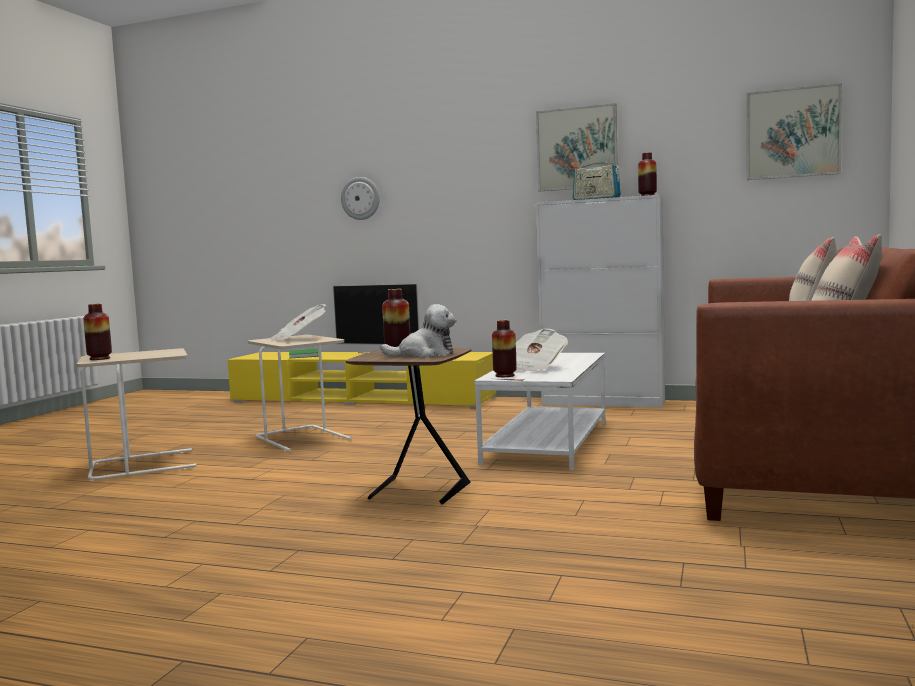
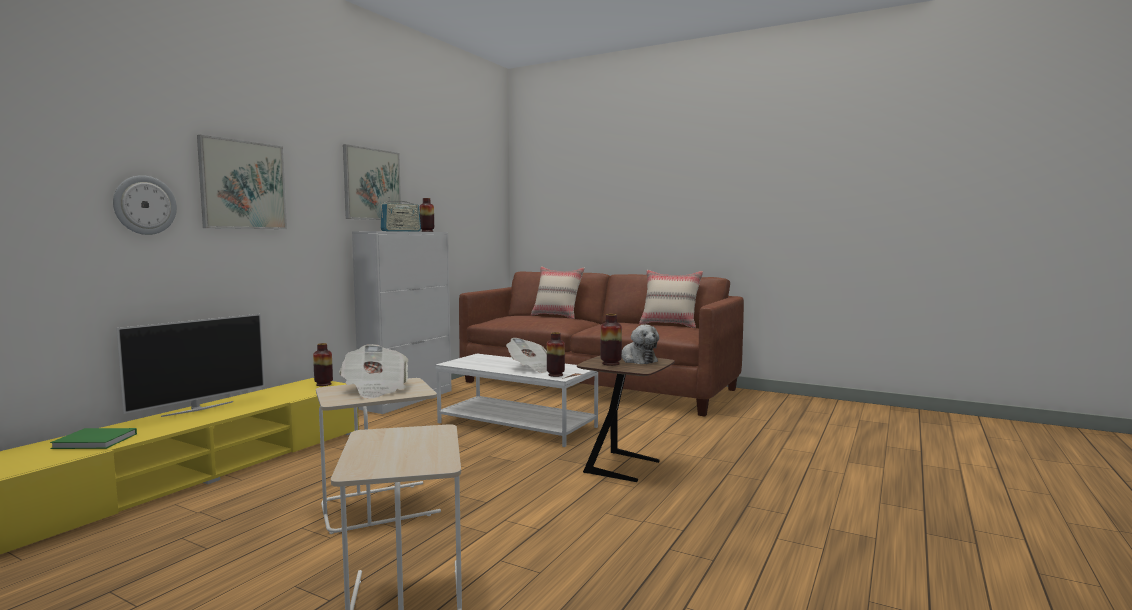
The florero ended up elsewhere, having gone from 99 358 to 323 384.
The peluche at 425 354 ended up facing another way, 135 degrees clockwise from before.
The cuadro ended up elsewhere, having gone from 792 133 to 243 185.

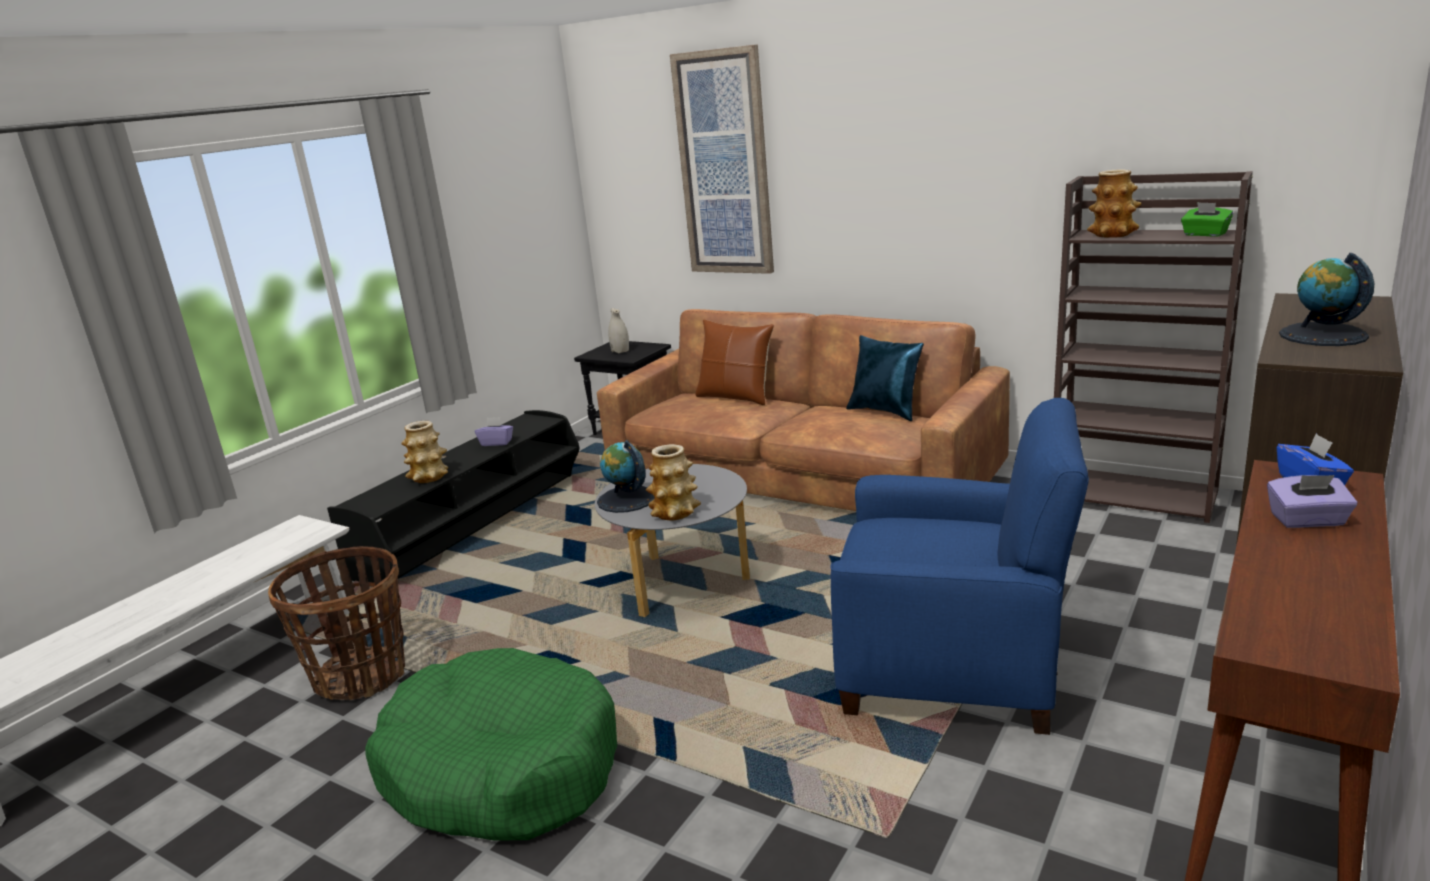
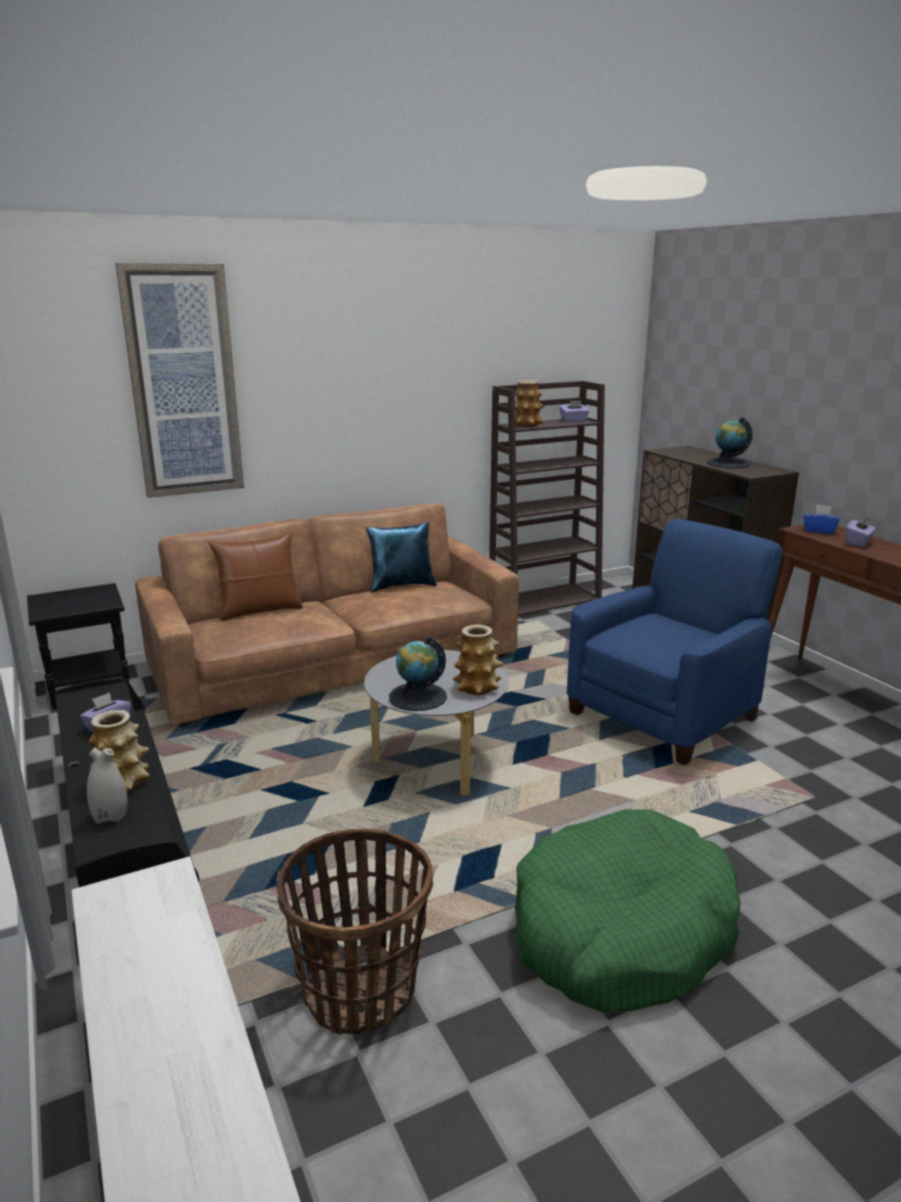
The florero/blanco ended up elsewhere, having gone from 620 351 to 110 816.
What was the caja de pañuelos/verde at 1205 234 turned into the caja de pañuelos/morado at 573 421.

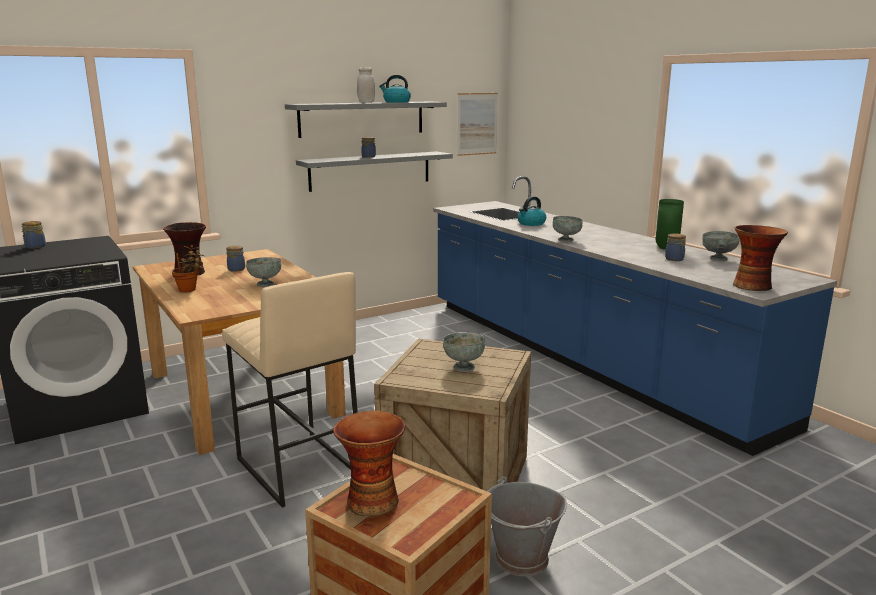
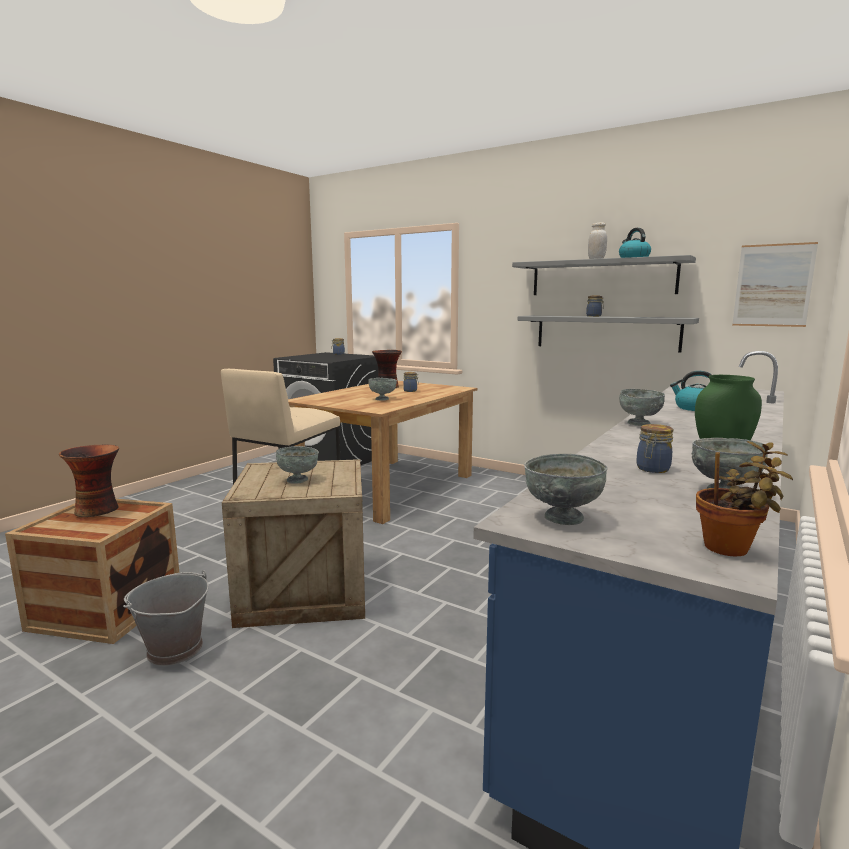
The planta en maceta ended up elsewhere, having gone from 189 289 to 731 549.
Where the florero stood at 753 286, the cuenco/gris came to stand at 562 518.

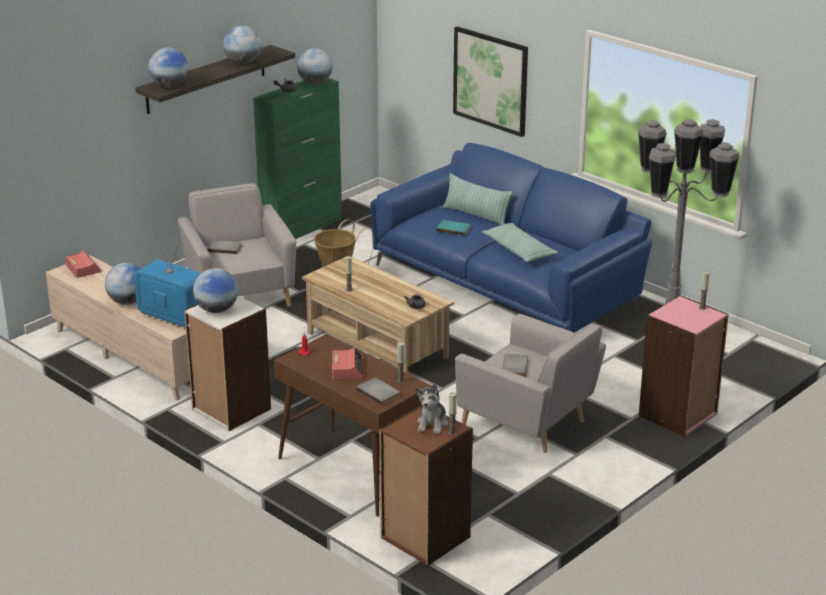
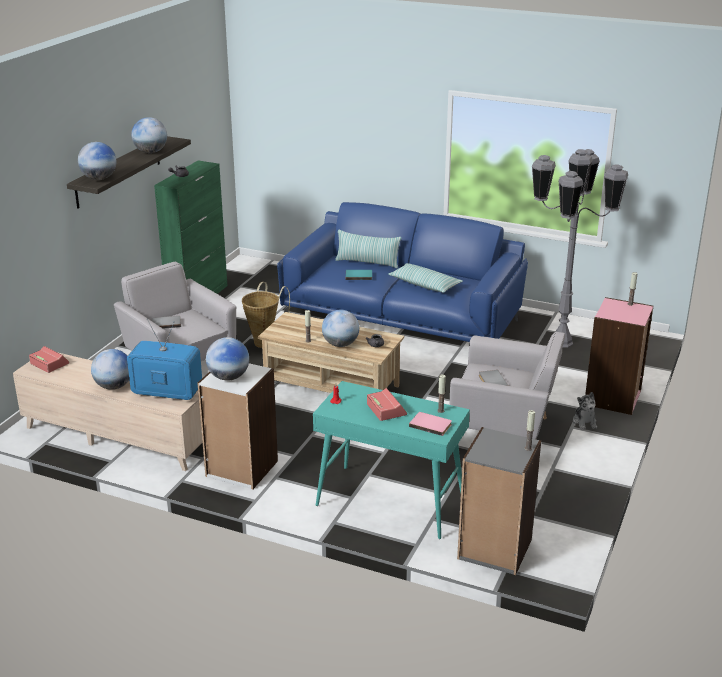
What was the mesa consola/marrón at 353 470 turned into the mesa consola/turquesa at 389 502.
The globo terráqueo ended up elsewhere, having gone from 315 83 to 340 344.
What was the libro/gris at 379 392 turned into the libro/rosa at 431 424.
What was the estantería/marrón at 424 538 turned into the estantería/gris at 494 549.
The peluche ended up elsewhere, having gone from 432 423 to 584 422.
The second view lost the cuadro at 490 80.

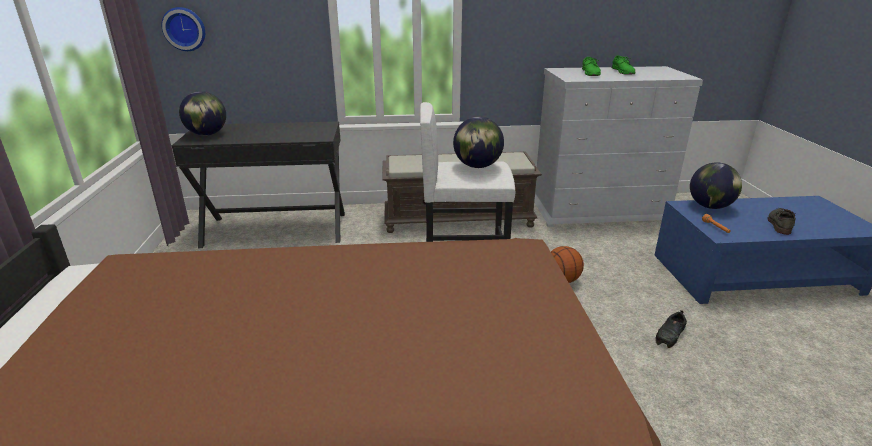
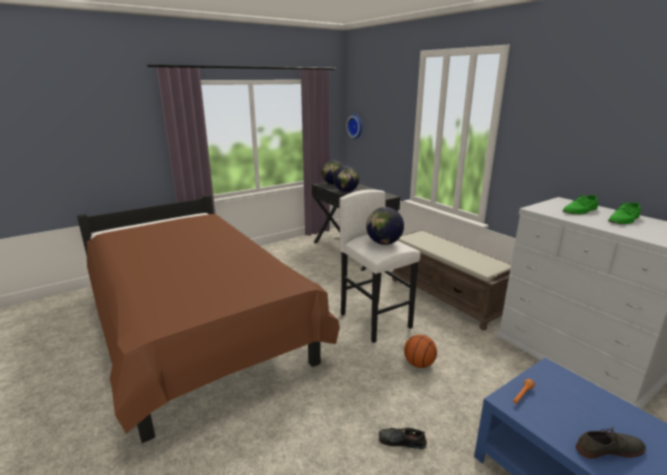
The globo terráqueo ended up elsewhere, having gone from 710 206 to 346 191.

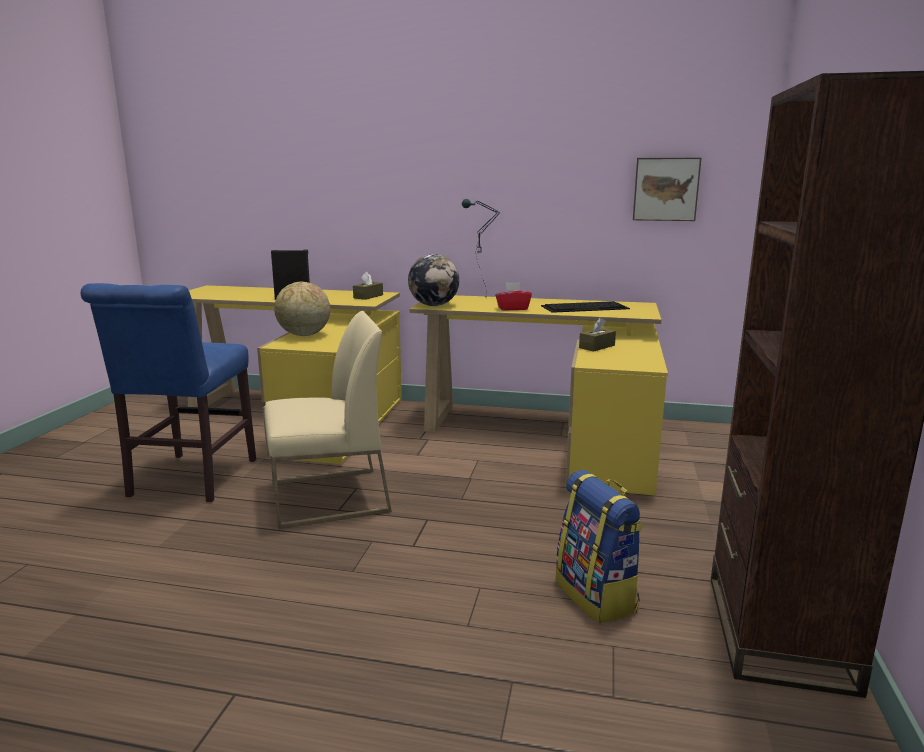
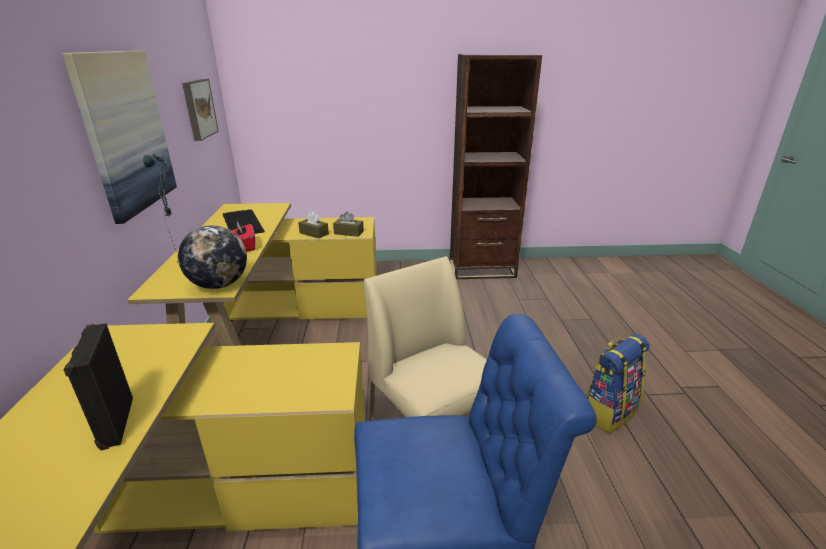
The second view lost the globo terráqueo at 304 335.
The caja de pañuelos/marrón ended up elsewhere, having gone from 368 296 to 348 232.
The mochila ended up elsewhere, having gone from 597 595 to 608 411.
The second view gained the cuadro at 125 133.

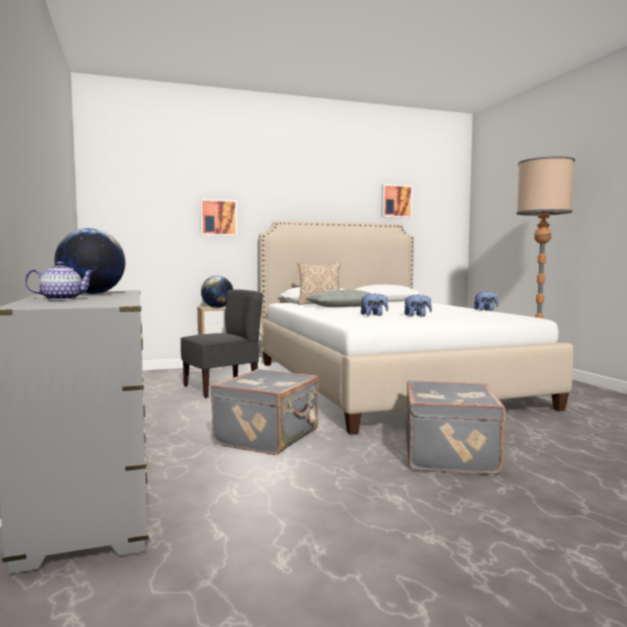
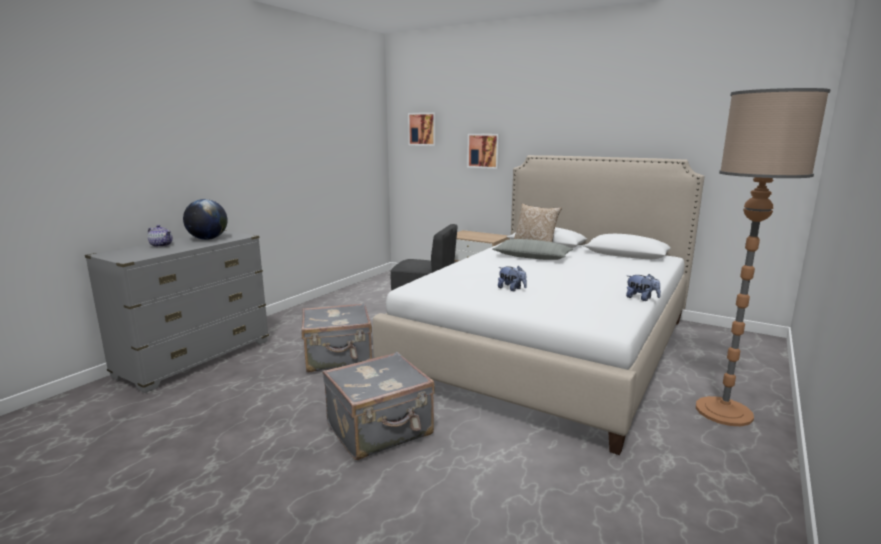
The second view lost the globo terráqueo at 217 307.
The second view lost the peluche at 374 315.
The cuadro ended up elsewhere, having gone from 396 201 to 423 129.

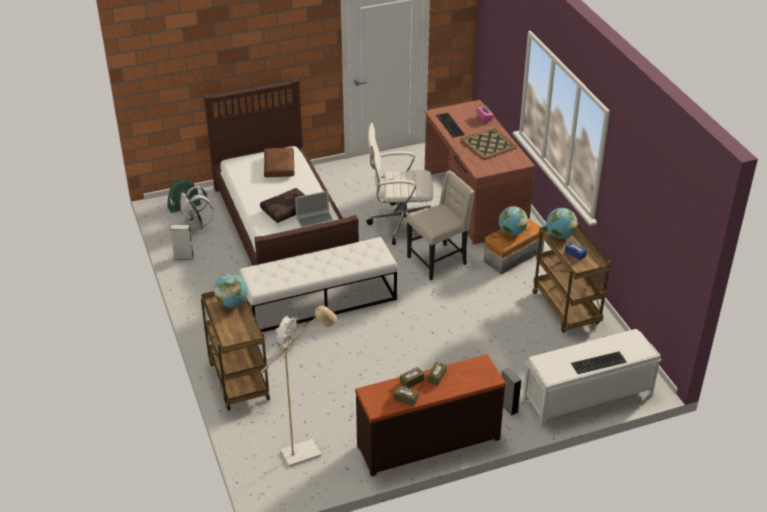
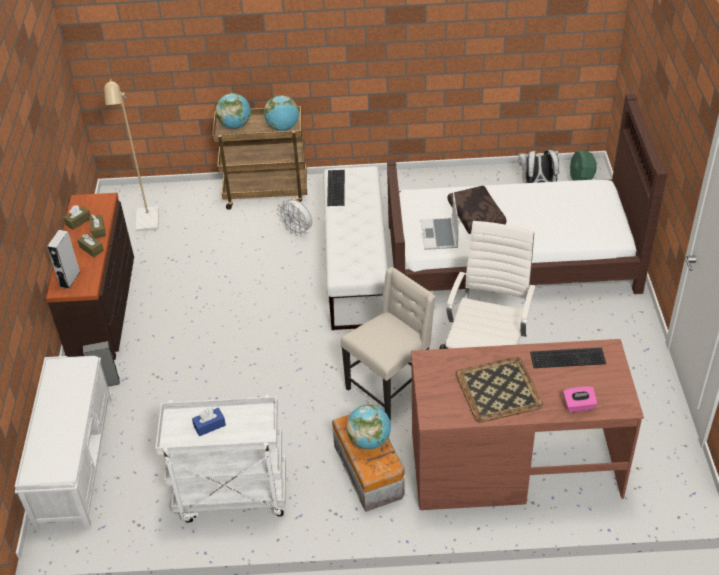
The altavoz/gris ended up elsewhere, having gone from 184 257 to 70 279.
The second view lost the cojín/marrón at 278 167.
The silla/beis at 438 261 ended up facing another way, 120 degrees counterclockwise from before.
What was the carrito/marrón at 567 309 turned into the carrito/blanco at 231 497.
The globo terráqueo ended up elsewhere, having gone from 559 235 to 235 125.
The teclado ended up elsewhere, having gone from 598 363 to 335 187.

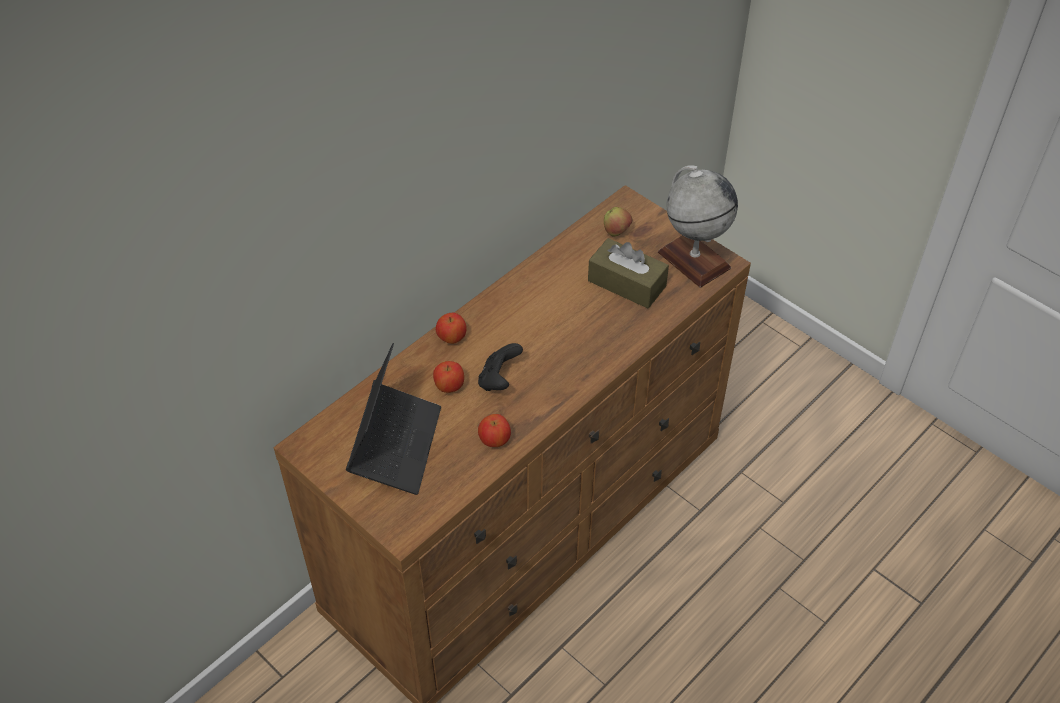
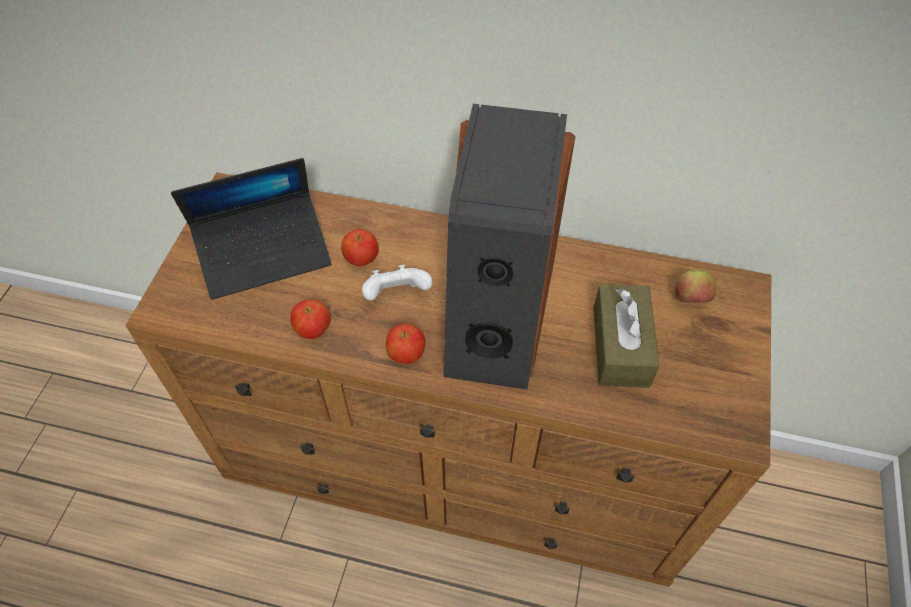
The manzana ended up elsewhere, having gone from 451 338 to 406 354.
What was the mando de consola/negro at 499 380 turned into the mando de consola/blanco at 397 295.
The second view lost the globo terráqueo at 693 260.
The second view gained the altavoz at 497 314.

